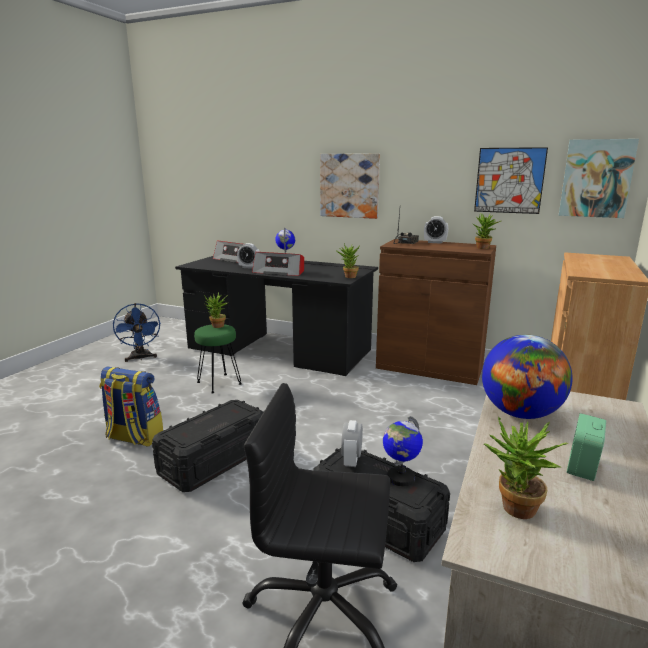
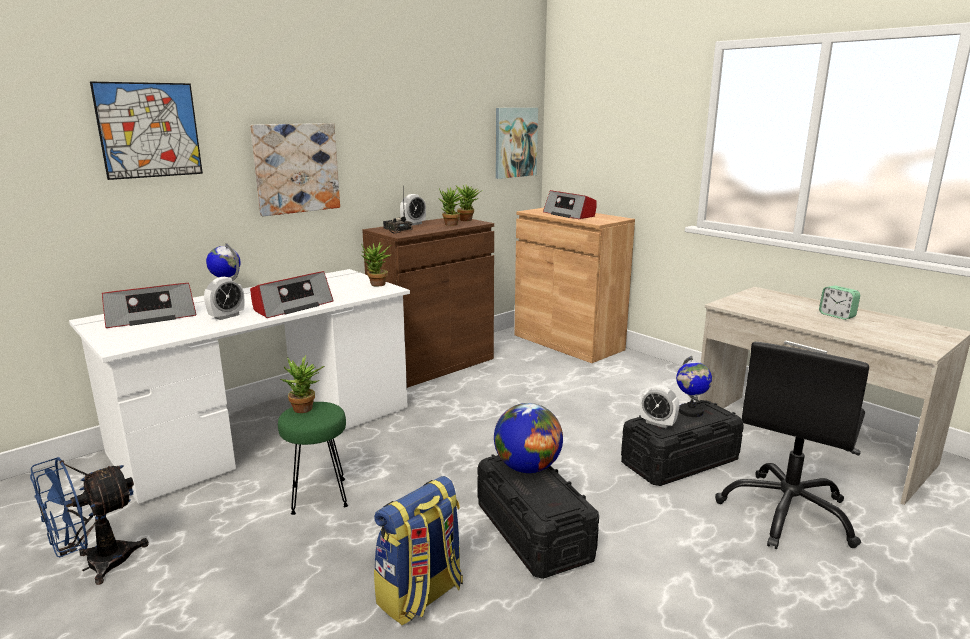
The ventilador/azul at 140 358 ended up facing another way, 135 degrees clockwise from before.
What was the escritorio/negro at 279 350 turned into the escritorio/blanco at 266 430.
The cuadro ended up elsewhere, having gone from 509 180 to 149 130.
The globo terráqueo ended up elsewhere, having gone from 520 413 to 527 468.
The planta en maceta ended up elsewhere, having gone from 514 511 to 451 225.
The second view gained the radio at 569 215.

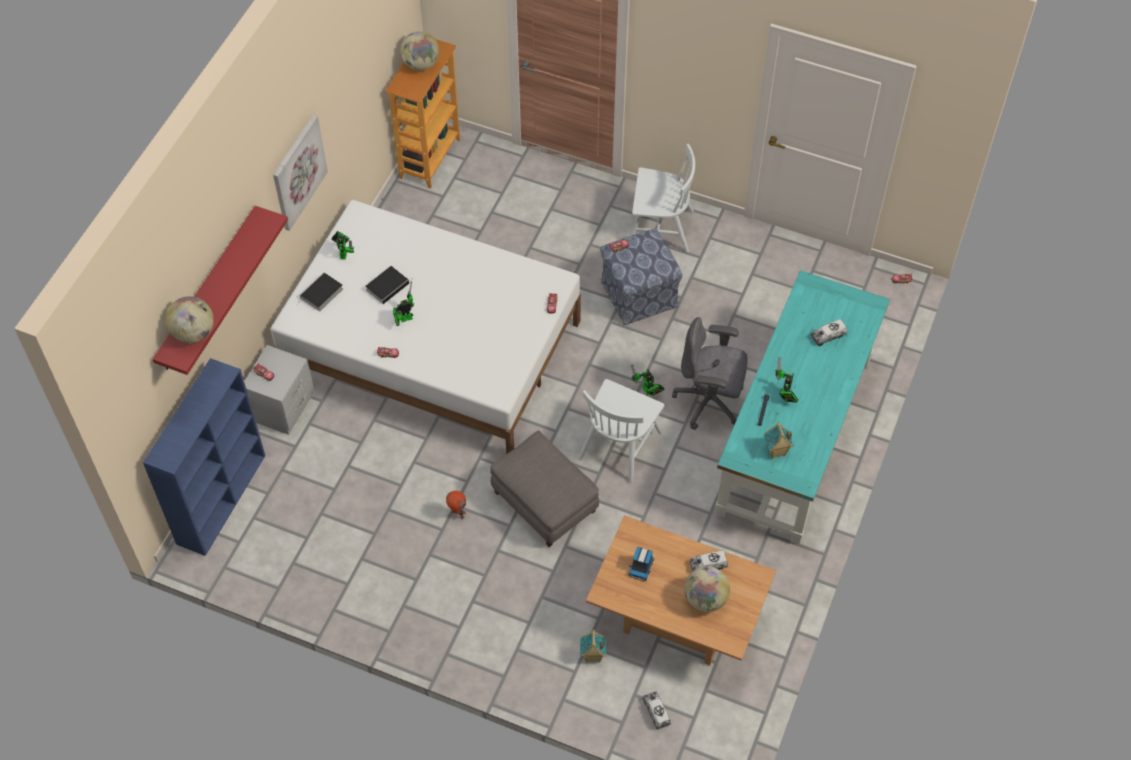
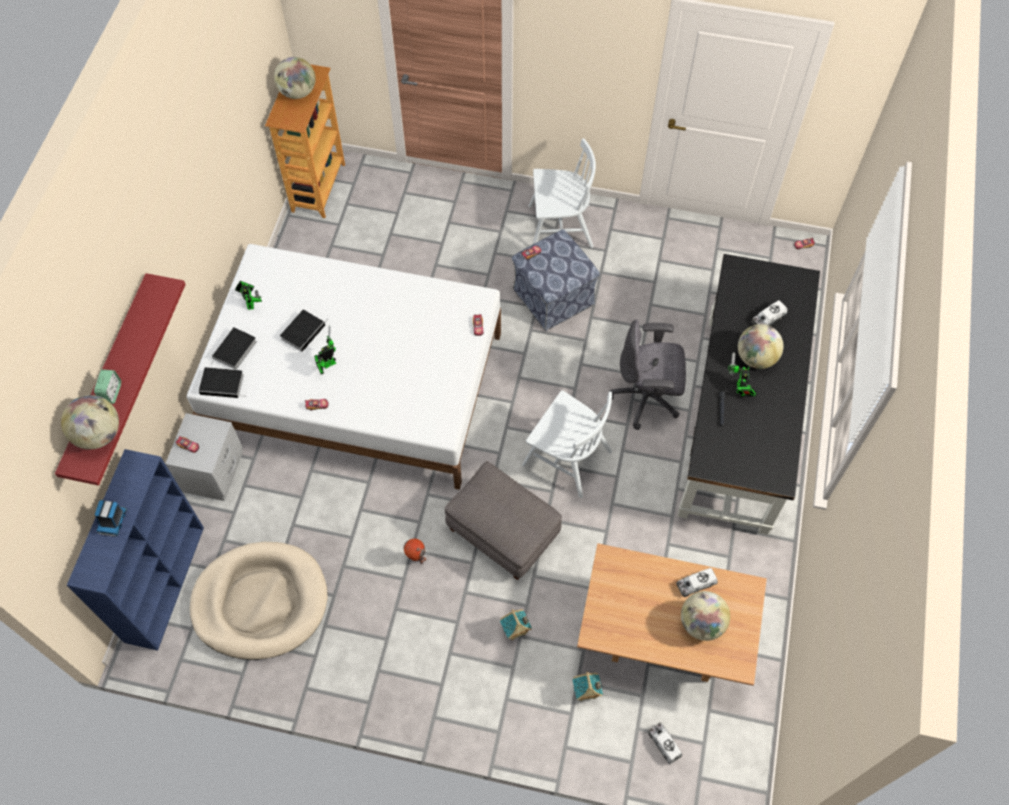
The second view lost the cuadro at 298 172.
The silla/blanco at 620 445 ended up facing another way, 75 degrees counterclockwise from before.
The camión de juguete ended up elsewhere, having gone from 641 567 to 113 520.
The second view lost the robot de juguete at 648 391.
What was the escritorio/turquesa at 794 436 turned into the escritorio/negro at 737 421.
The casita ended up elsewhere, having gone from 776 452 to 515 631.
The second view gained the despertador at 111 392.
The second view gained the cama para perro/beis at 260 602.
The second view gained the libro at 223 384.
The second view gained the globo terráqueo at 755 357.

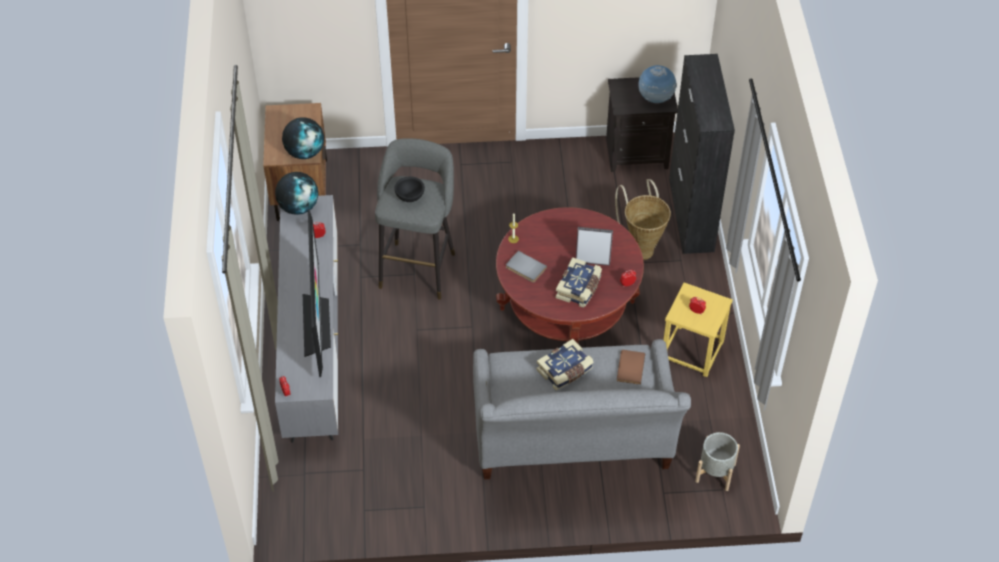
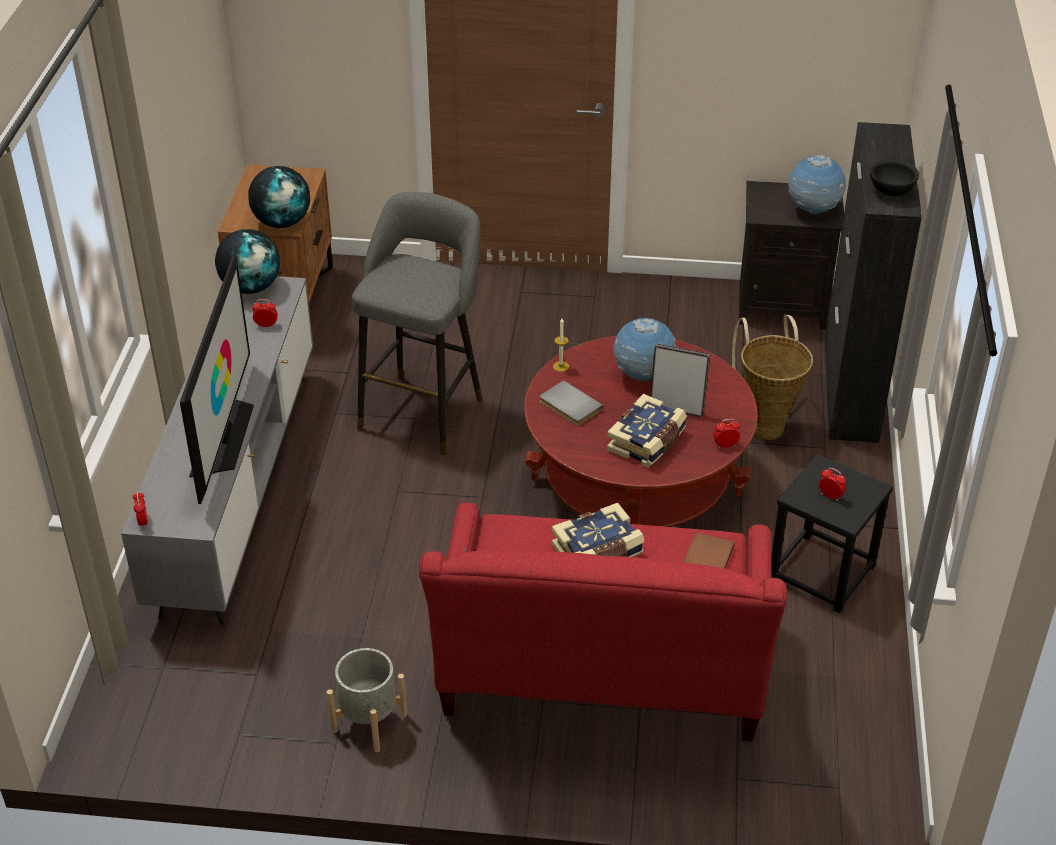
The cuenco/negro ended up elsewhere, having gone from 410 197 to 891 192.
What was the sofá/gris at 573 443 turned into the sofá/rojo at 601 681.
What was the taburete/amarillo at 692 351 turned into the taburete/negro at 821 573.
The maceta/gris ended up elsewhere, having gone from 715 473 to 369 722.
The second view gained the globo terráqueo at 643 376.

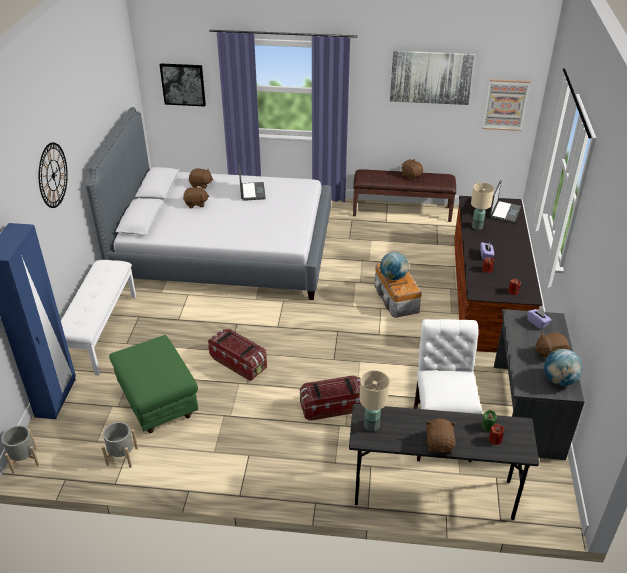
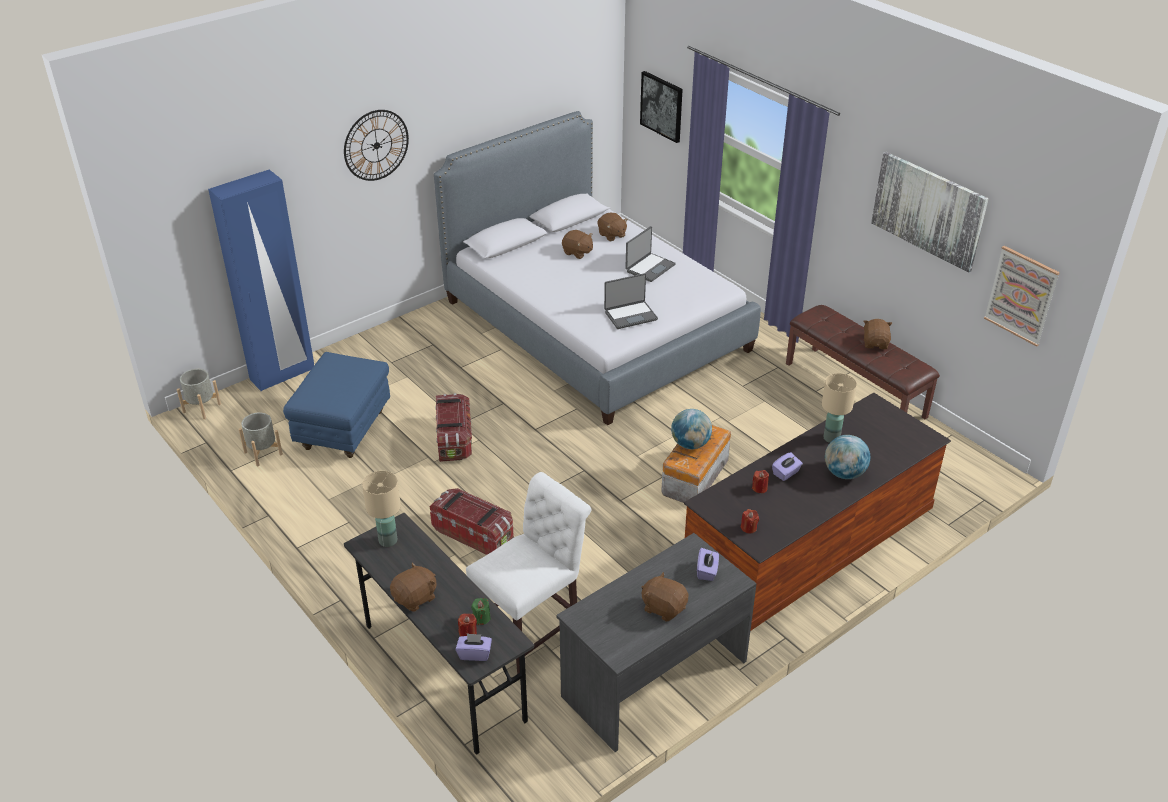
The second view lost the banco/blanco at 101 331.
What was the puf/verde at 159 404 turned into the puf/azul at 344 430.
The portátil ended up elsewhere, having gone from 504 212 to 630 315.
The globo terráqueo ended up elsewhere, having gone from 559 380 to 844 473.
The second view gained the caja de pañuelos/morado at 474 654.

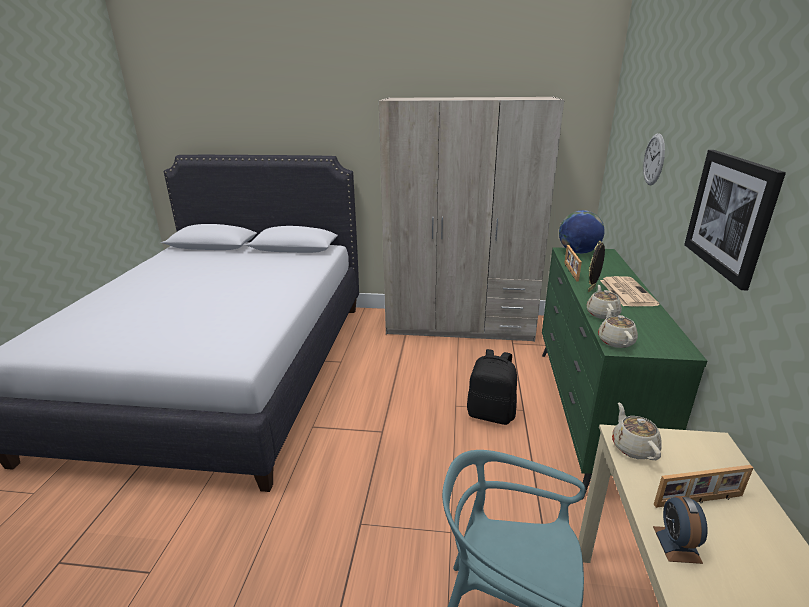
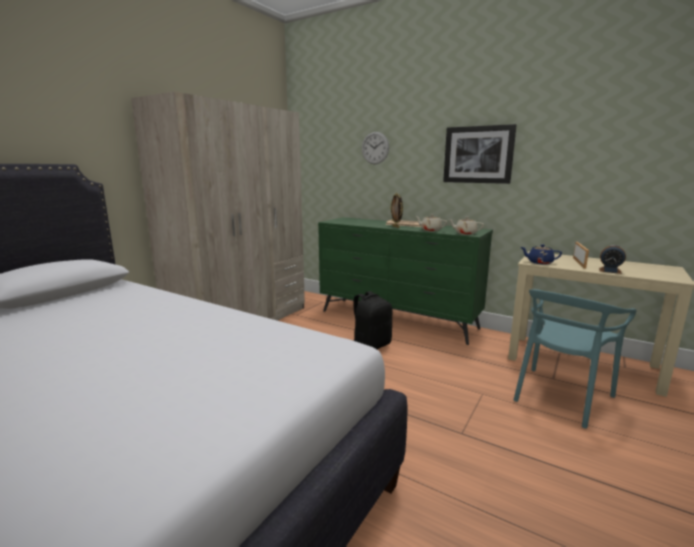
The second view lost the globo terráqueo at 578 252.
The second view lost the portarretratos at 570 271.
What was the tetera/beis at 633 447 turned into the tetera/azul at 539 262.

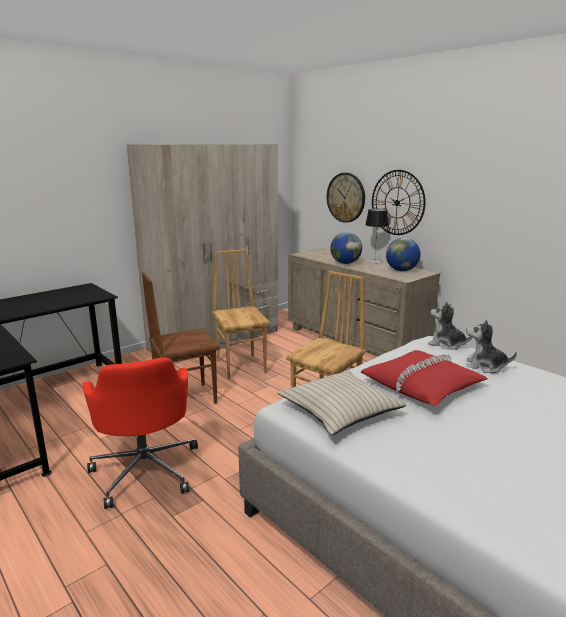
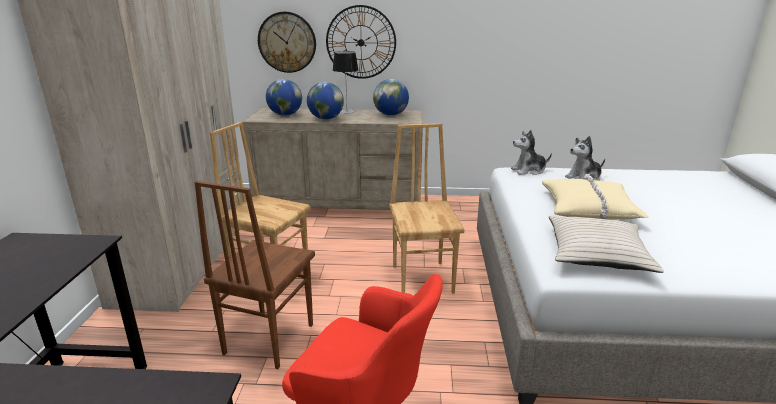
What was the cojín/rojo at 422 386 turned into the cojín/beis at 588 208.
The second view gained the globo terráqueo at 285 115.

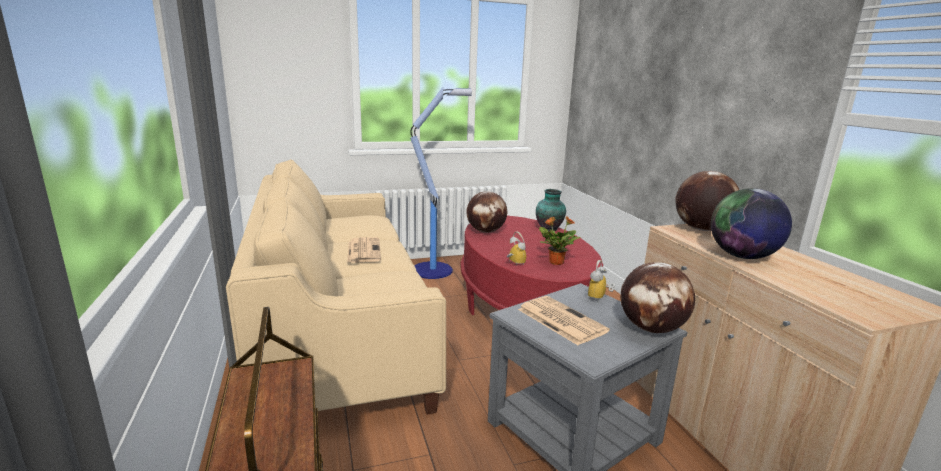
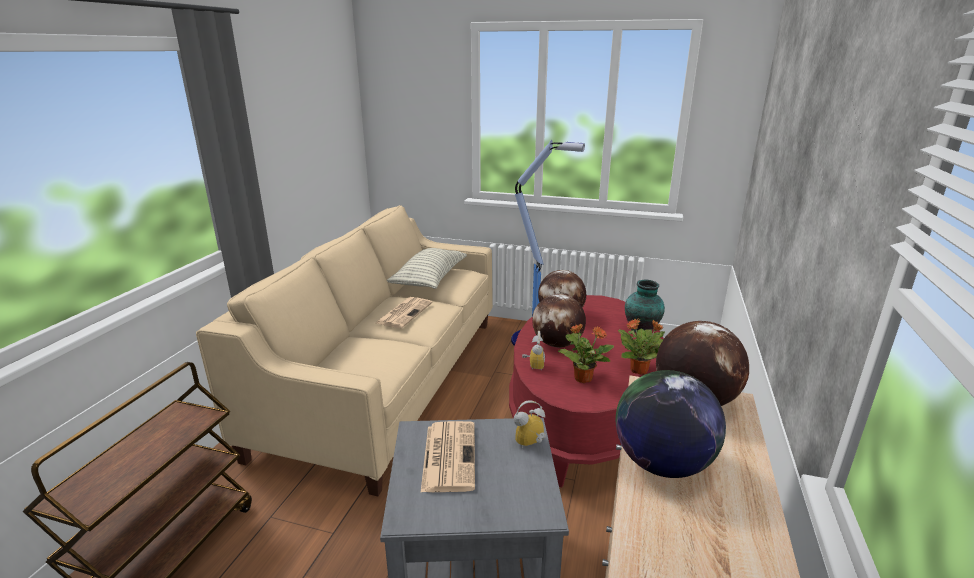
The globo terráqueo ended up elsewhere, having gone from 652 329 to 557 344.
The second view gained the cojín at 429 279.
The second view gained the planta en maceta at 639 370.

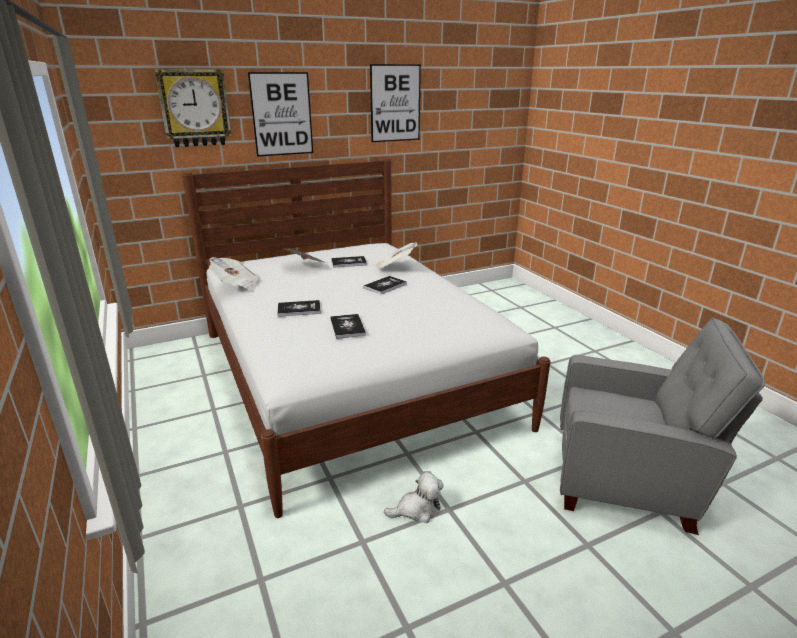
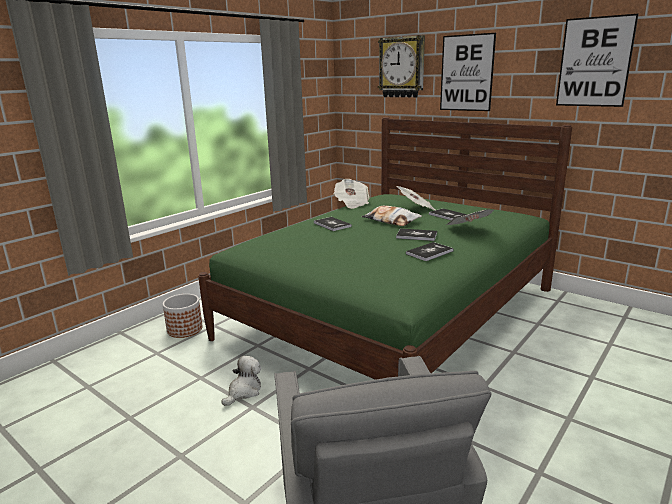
What was the cama/blanco at 350 376 turned into the cama/verde at 392 313.
The libro ended up elsewhere, having gone from 347 327 to 429 252.
The peluche at 417 509 ended up facing another way, 105 degrees counterclockwise from before.
The second view gained the maceta at 185 329.
The second view gained the cojín at 391 221.

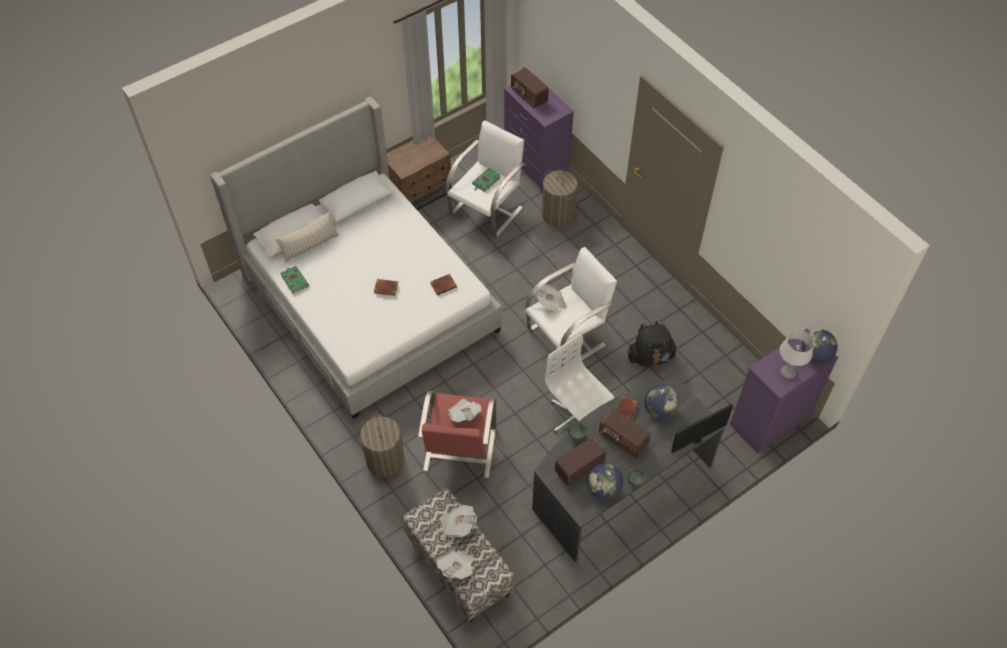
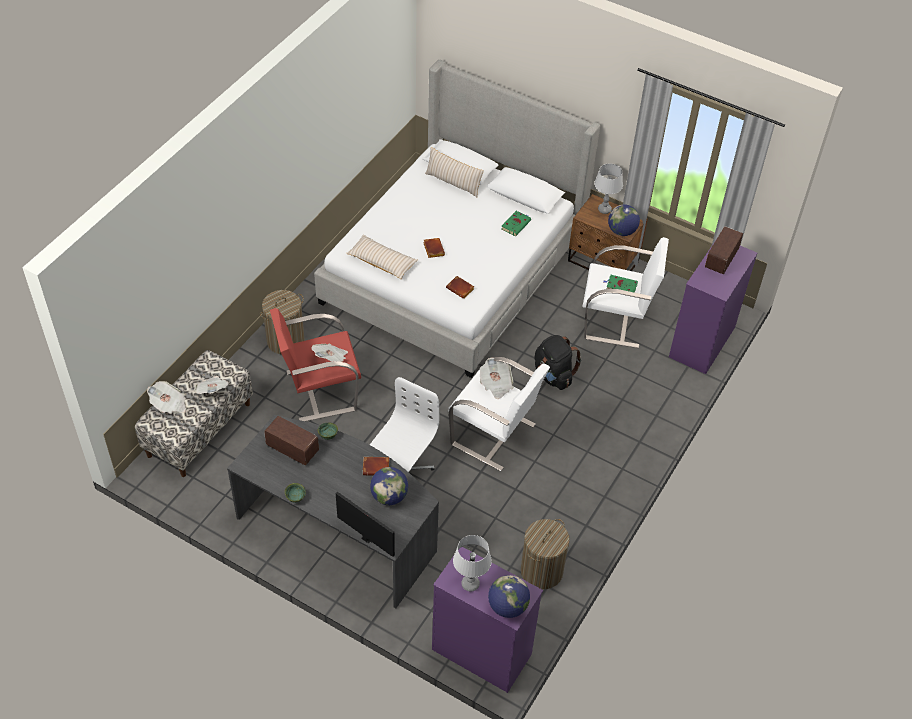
The libro/verde ended up elsewhere, having gone from 294 280 to 516 224.
The cesto de la ropa ended up elsewhere, having gone from 558 215 to 541 571.
The globo terráqueo ended up elsewhere, having gone from 604 489 to 622 231.
The second view lost the radio at 623 439.
The mochila/negro ended up elsewhere, having gone from 650 357 to 553 375.
The second view gained the cojín/beis at 382 262.
The second view gained the lámpara de mesa/gris at 604 209.

